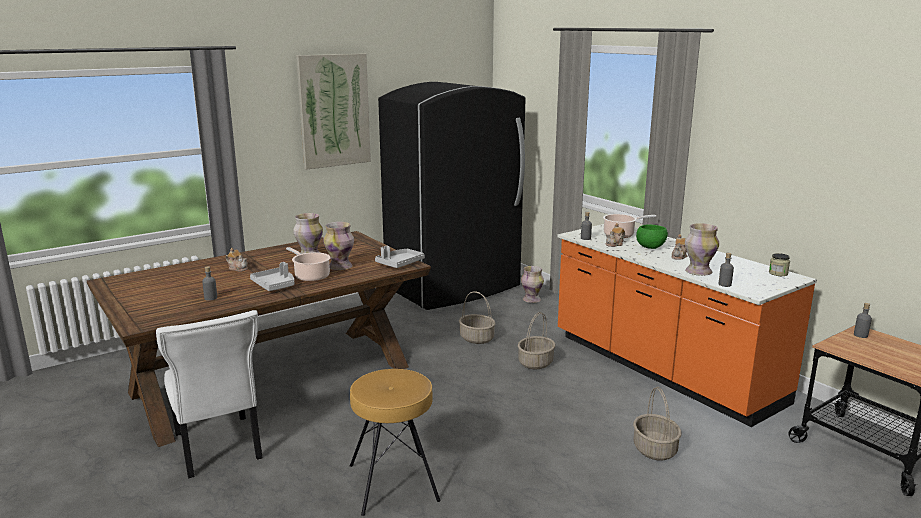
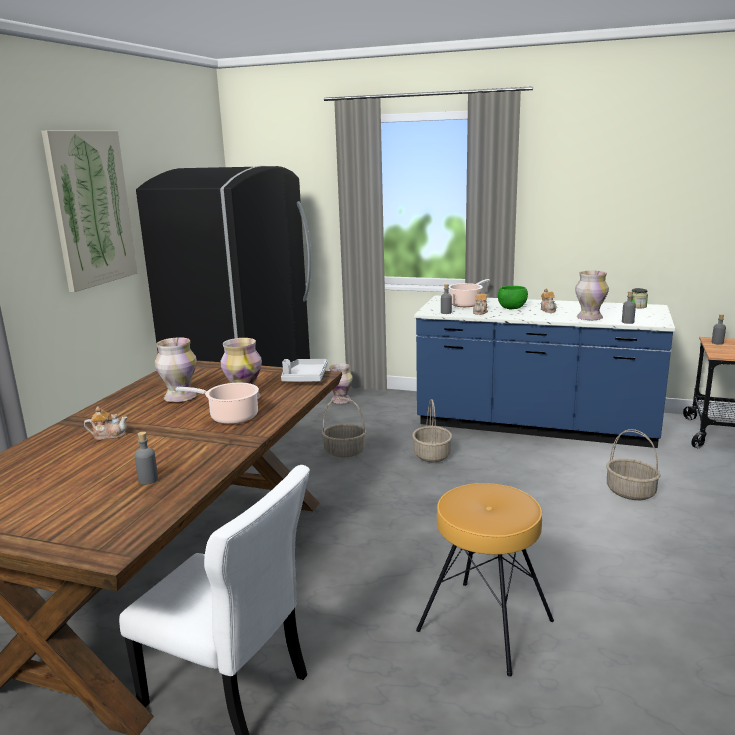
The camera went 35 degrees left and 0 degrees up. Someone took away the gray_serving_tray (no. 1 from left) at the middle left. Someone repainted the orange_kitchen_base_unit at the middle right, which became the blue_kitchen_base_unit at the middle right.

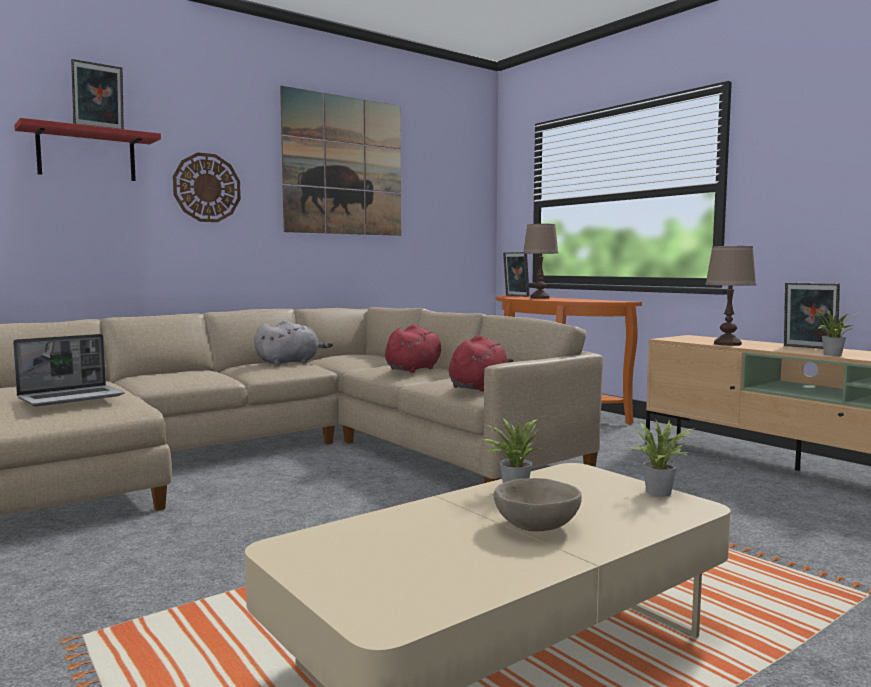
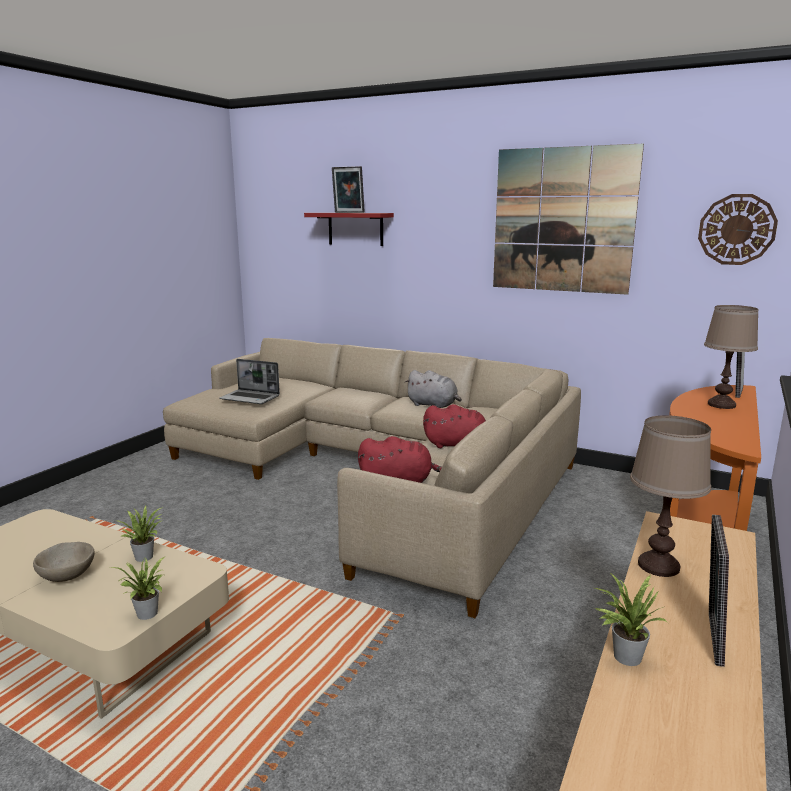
The camera went 65 degrees right and 10 degrees up. Someone carried the hanging_clock from the top left to the top right.

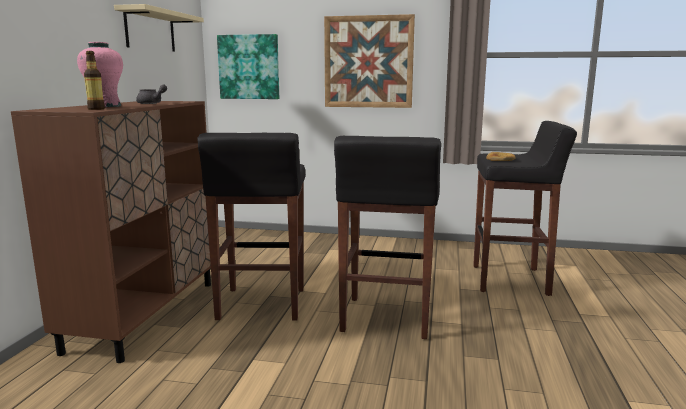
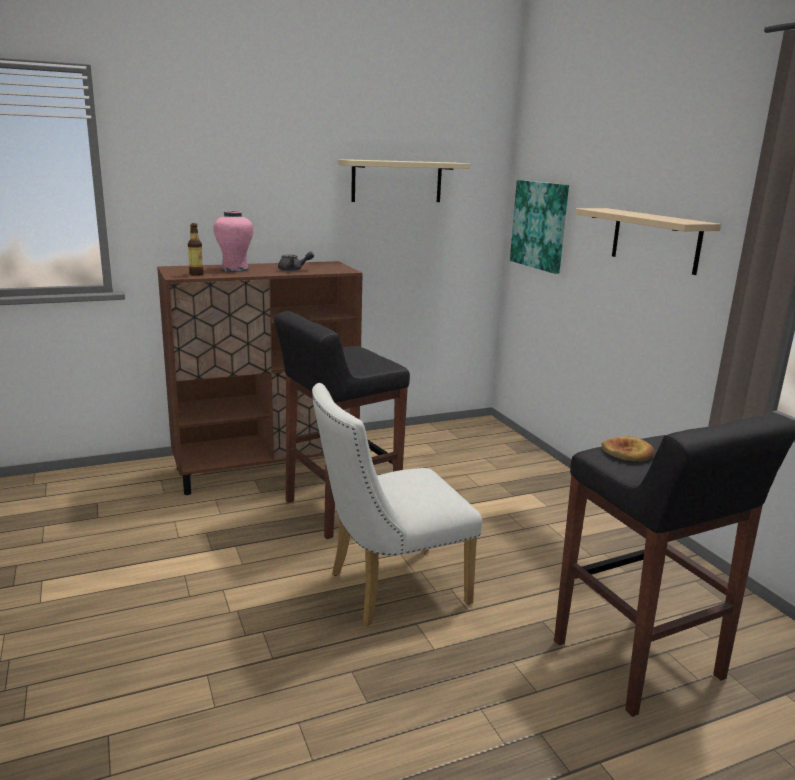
The camera went 55 degrees right and 5 degrees up. Someone swapped the wall_art (no. 2 from left) at the top centre for the sand-coloured_bracket_shelf (no. 2 from left) at the top right. Someone swapped the blackish_stool_seat (no. 2 from left) at the centre for the whitish_upright_chair at the centre.

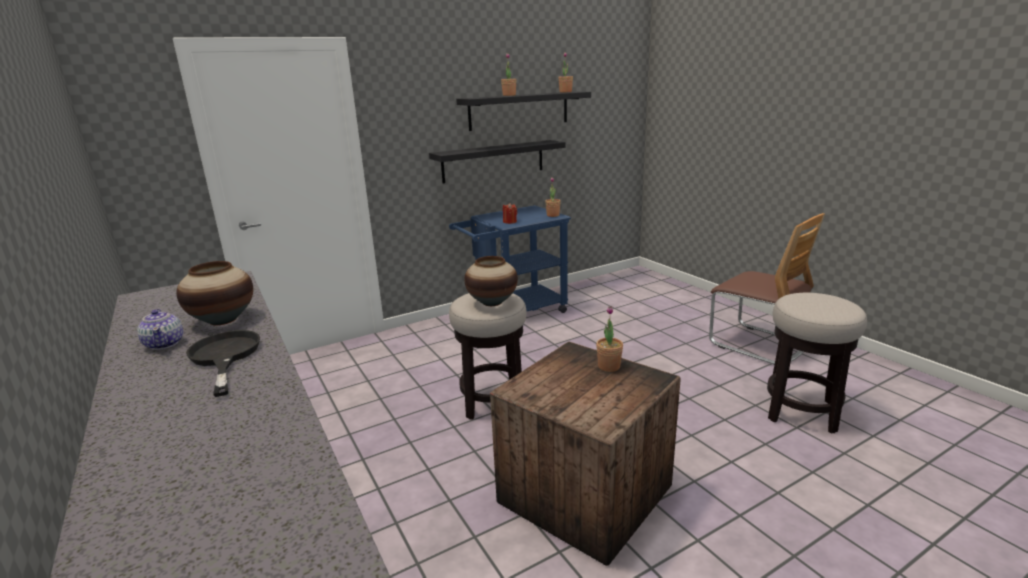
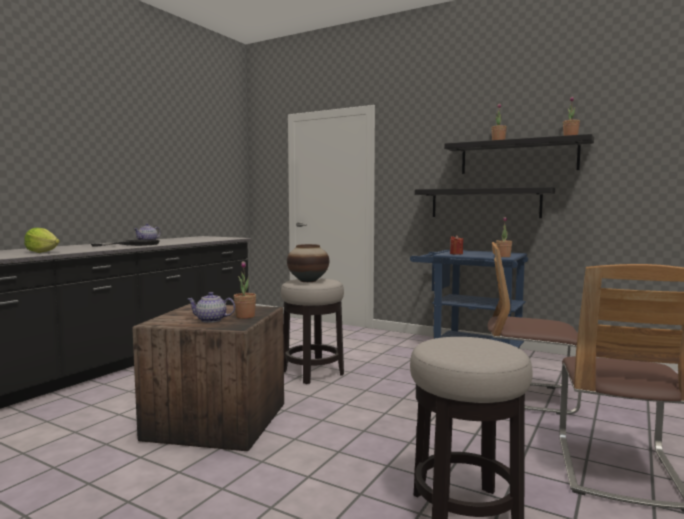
The camera went 60 degrees right and 15 degrees down. Someone took away the decorative_vase (no. 1 from left) at the middle left. Someone put down the head_of_lettuce at the middle left. Someone put down the tea_pot (no. 2 from left) at the middle left. Someone put down the upright_chair (no. 1 from left) at the middle right.

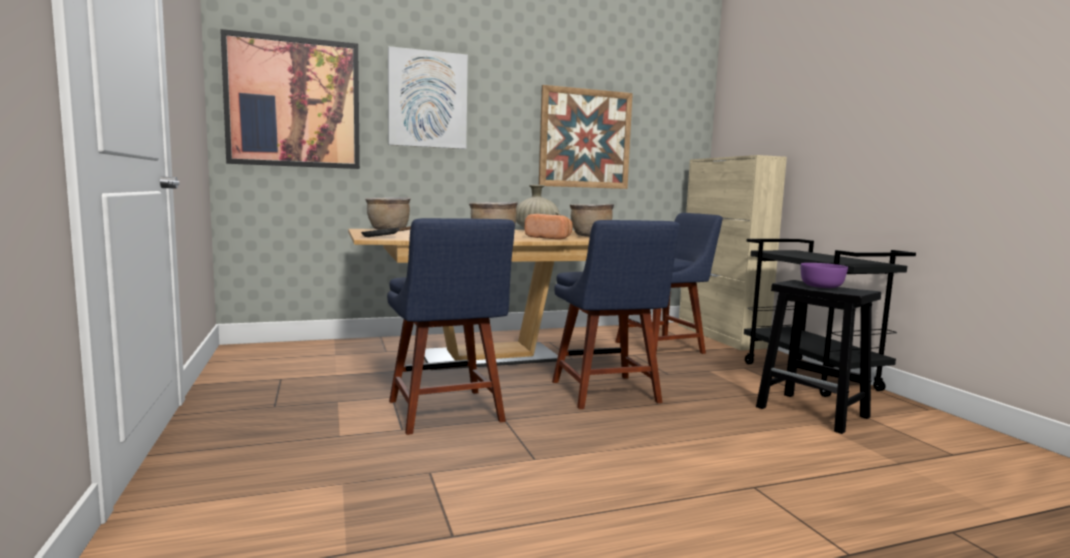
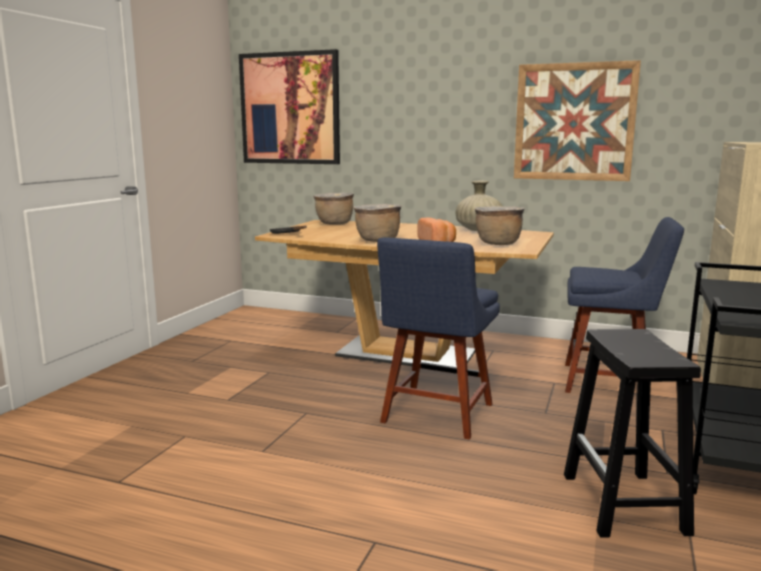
The camera went 40 degrees right and 5 degrees up. Someone took away the blue_upright_chair (no. 1 from left) at the centre. Someone took away the wall_art (no. 2 from left) at the top centre. Someone took away the purple-coloured_deep_dish at the middle right.

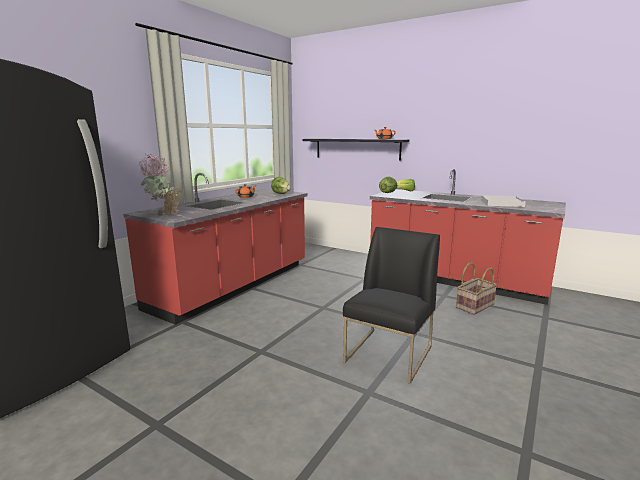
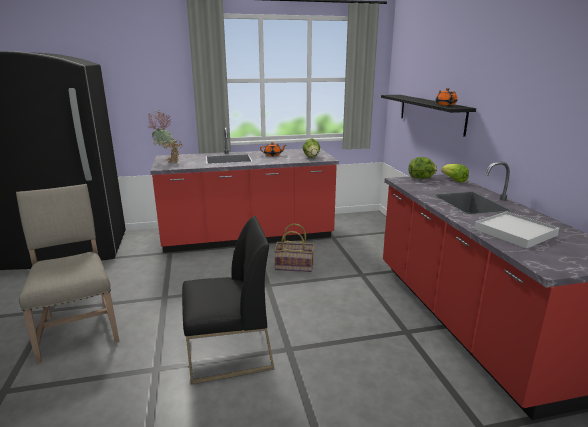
The camera went 45 degrees right and 5 degrees up. Someone put down the sand-coloured_upright_chair at the middle left. Someone carried the household_basket from the middle right to the centre.

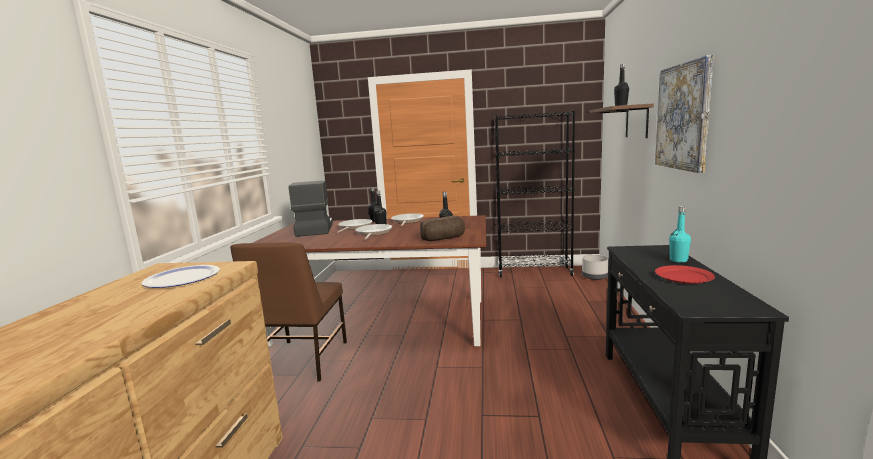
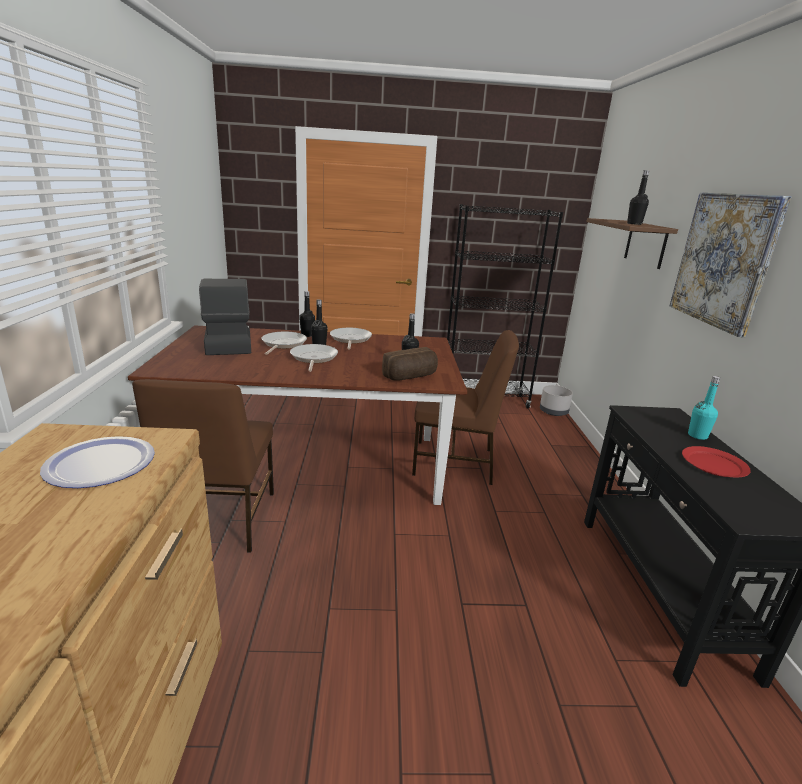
The camera went 10 degrees left and 10 degrees up. Someone put down the brown_upright_chair (no. 2 from left) at the centre.

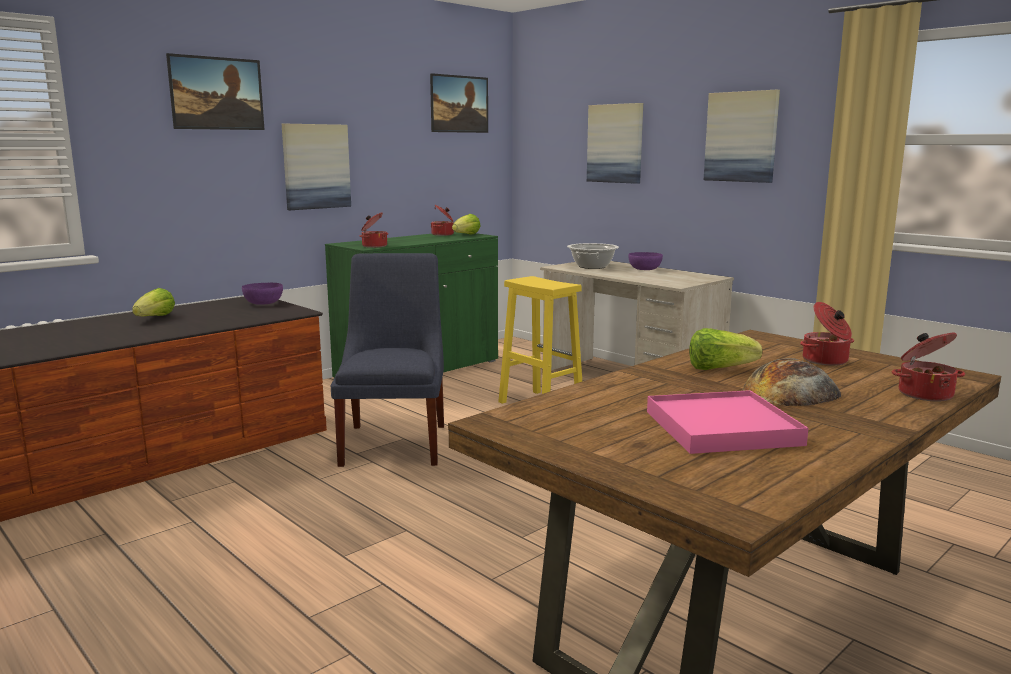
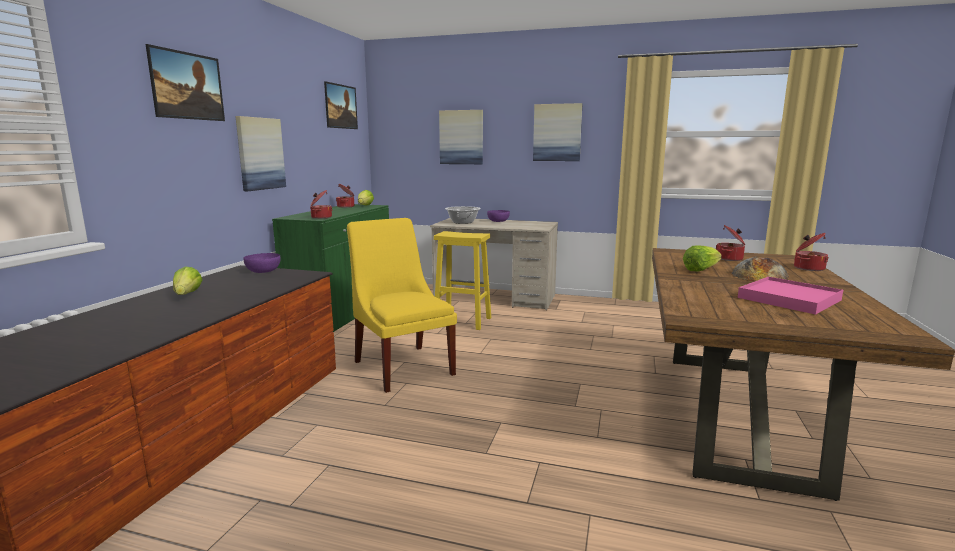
The camera went 30 degrees left and 0 degrees up. Someone repainted the blue_upright_chair at the centre, which became the yellow_upright_chair at the centre.

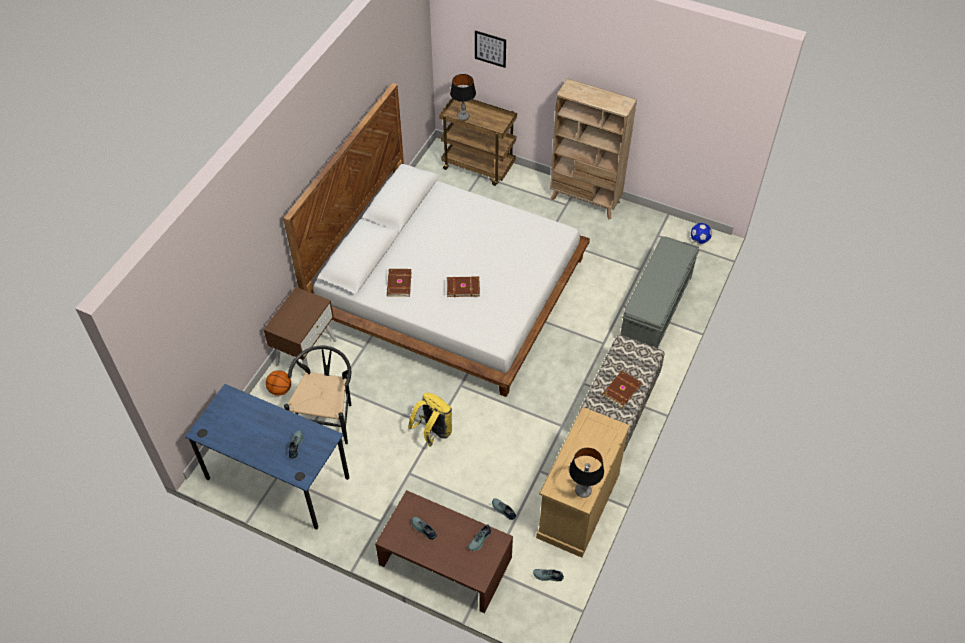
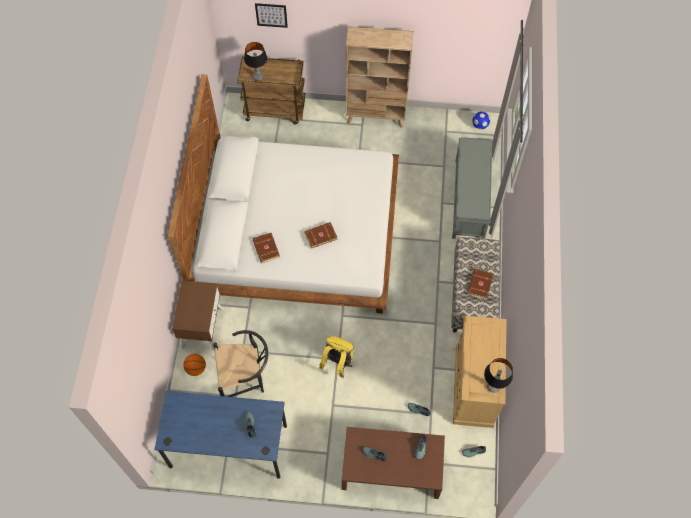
The camera went 20 degrees left and 10 degrees up. Someone rotated the blackish_upright_chair at the middle left by 90 degrees clockwise.

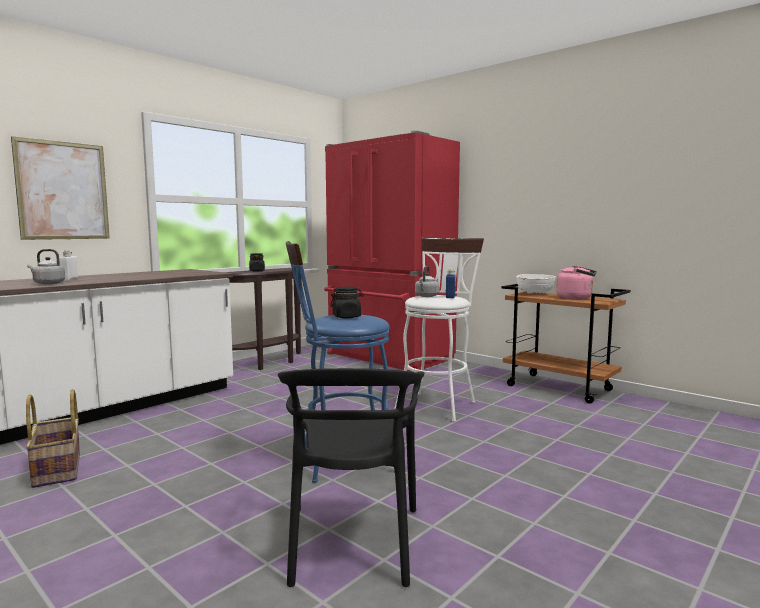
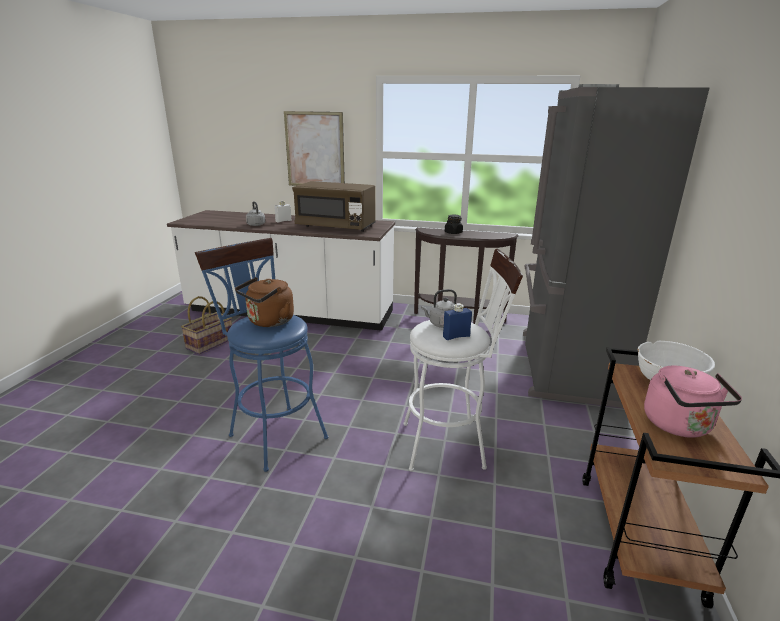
The camera went 60 degrees right and 15 degrees up. Someone took away the blackish_upright_chair at the bottom centre. Someone put down the brown_microwave at the top centre. Someone swapped the blackish_jar (no. 2 from left) at the centre for the brown_tea_kettle at the centre. Someone repainted the red_kitchen_fridge at the centre, which became the gray_kitchen_fridge at the middle right.

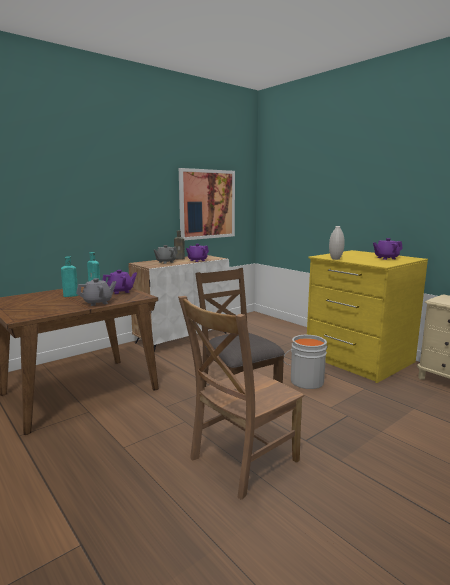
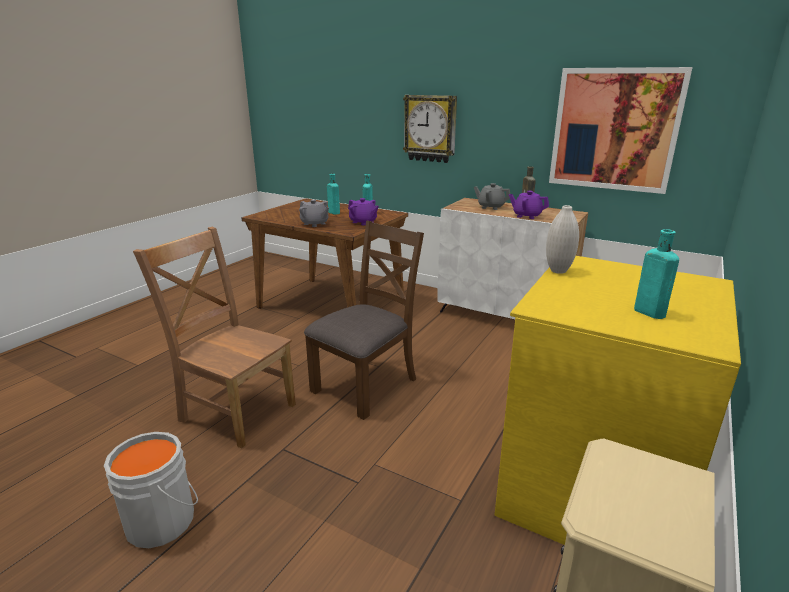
The camera went 70 degrees right and 10 degrees up. Someone put up the hanging_clock at the top centre. Someone carried the gray_water_bucket from the middle right to the bottom left. Someone swapped the purple-coloured_tea_pot (no. 3 from left) at the middle right for the turquoise-coloured_bottle (no. 3 from left) at the middle right.

